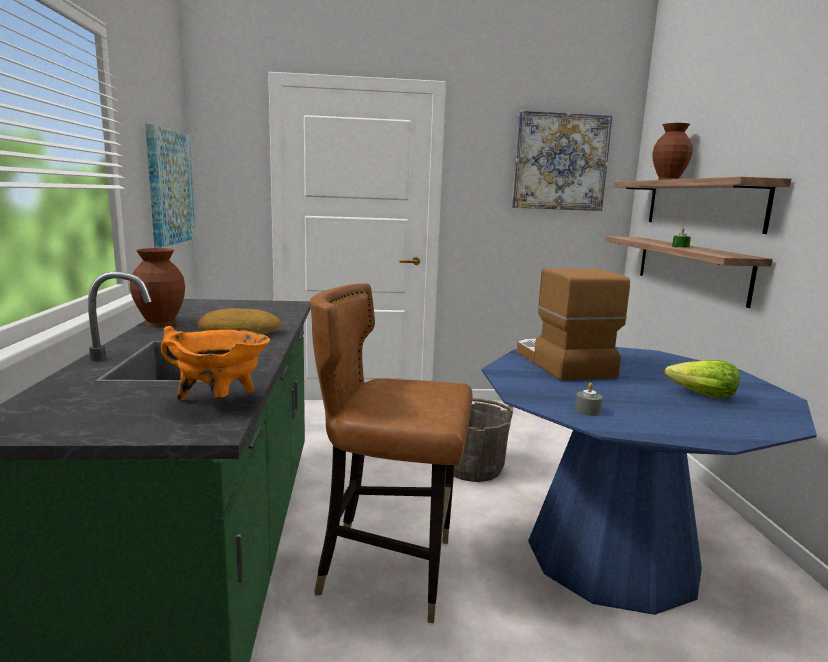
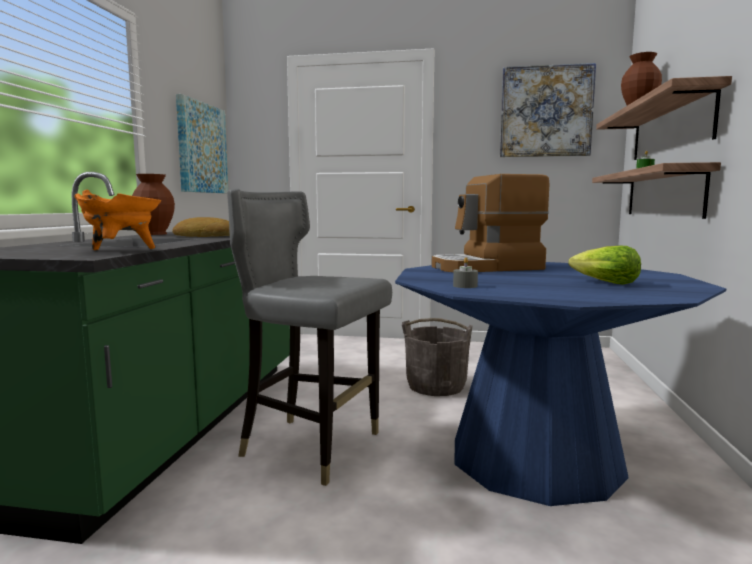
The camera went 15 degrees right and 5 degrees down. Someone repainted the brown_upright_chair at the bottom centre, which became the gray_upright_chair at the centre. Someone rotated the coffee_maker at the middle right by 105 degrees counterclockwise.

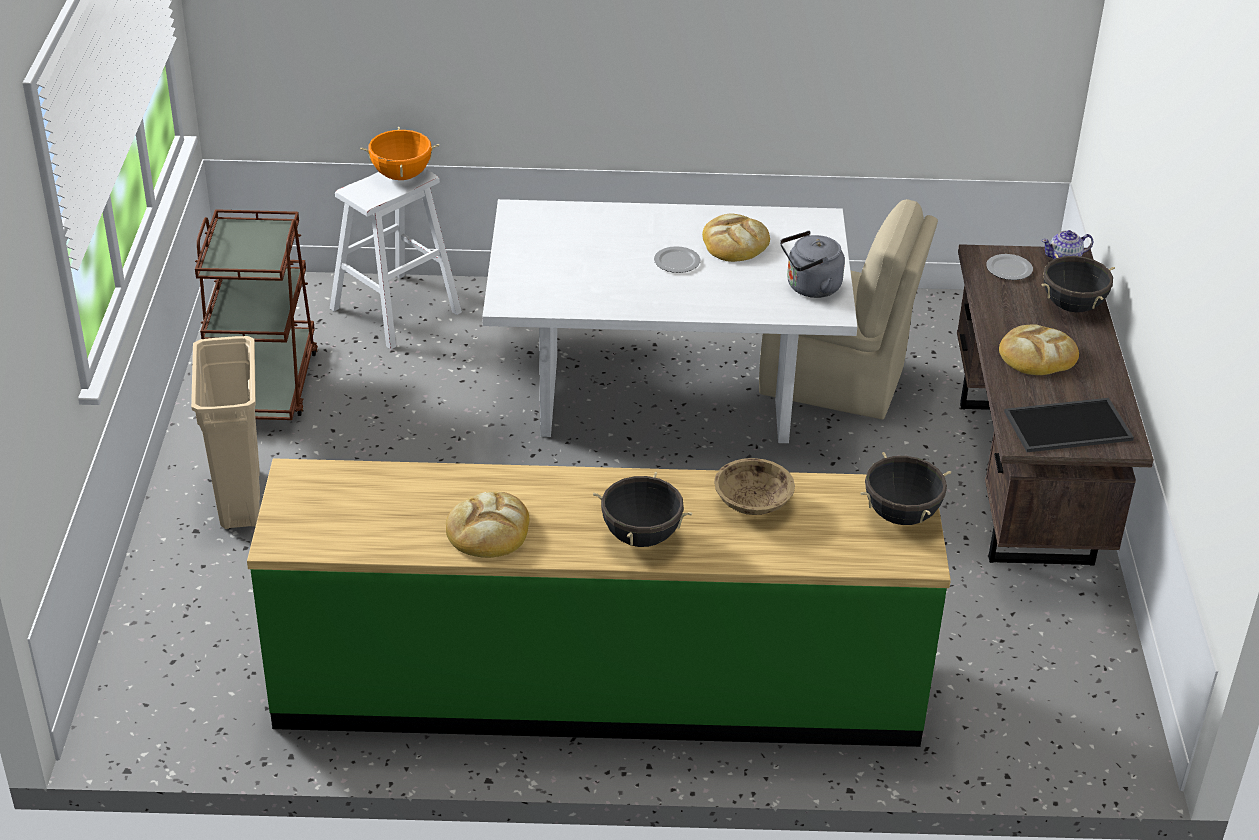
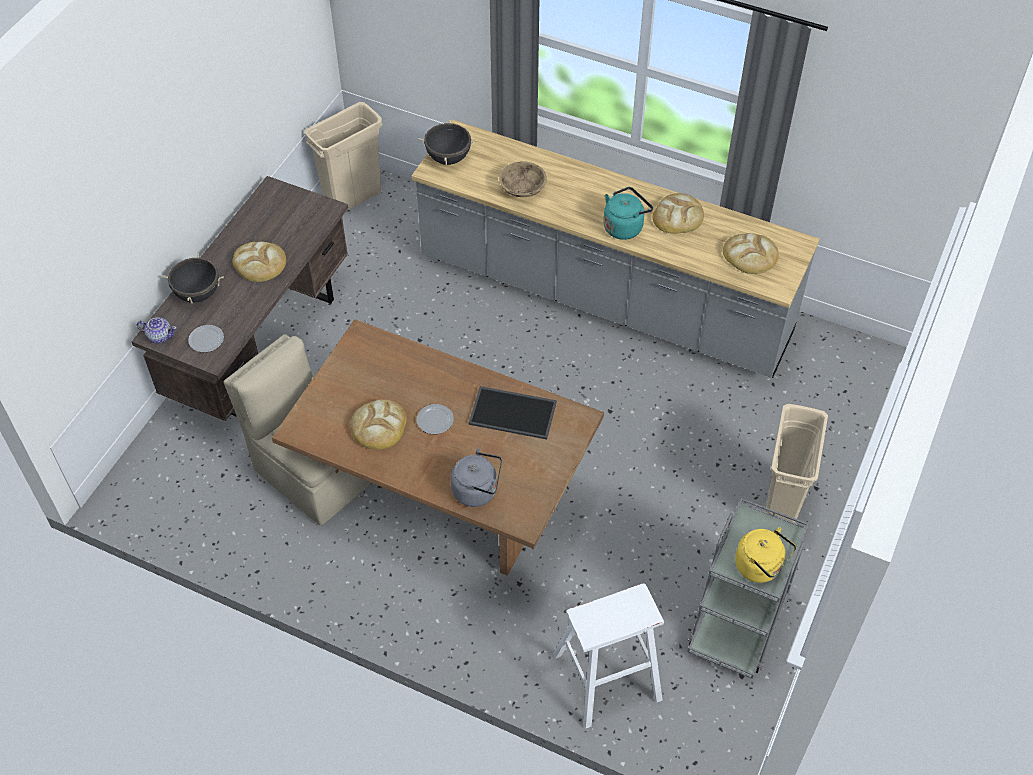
The camera went 155 degrees left and 15 degrees up. Someone took away the orange_stockpot at the top left. Someone took away the blackish_stockpot (no. 1 from left) at the centre. Someone put down the sand-coloured_trash_can (no. 1 from left) at the top left. Someone put down the turquoise-coloured_tea_kettle at the top centre. Someone put down the bakery_bread (no. 4 from left) at the top right. Someone put down the yellow_tea_kettle at the bottom right. Someone carried the gray_tea_kettle from the top centre to the centre. Someone carried the serving_tray from the middle right to the centre. Someone repainted the brown_trolley at the middle left, which became the gray_trolley at the bottom right. Someone repainted the green-coloured_kitchen_base_unit at the bottom centre, which became the gray_kitchen_base_unit at the top centre. Someone repainted the whitish_dining_table at the centre, which became the brown_dining_table at the centre.

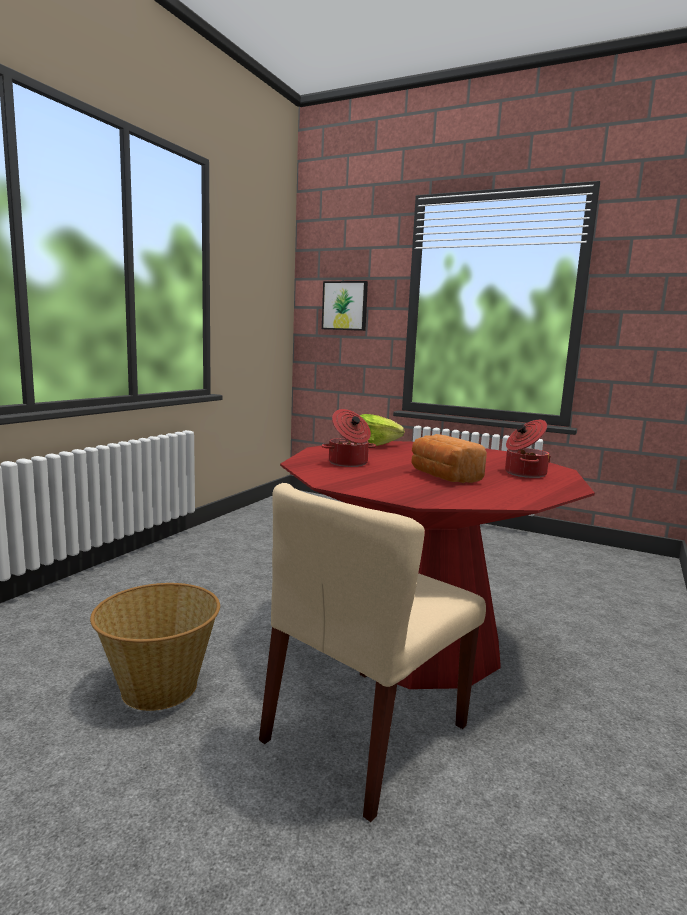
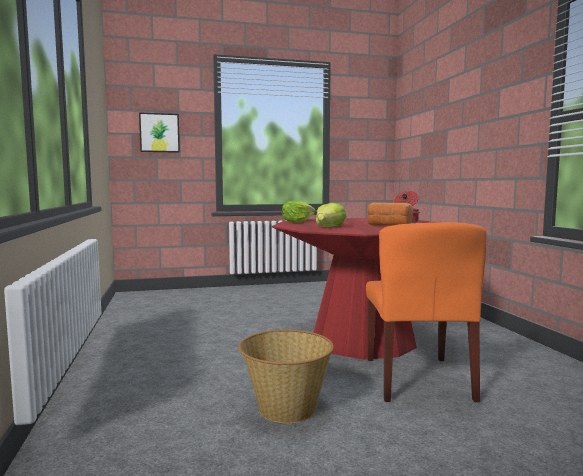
The camera went 40 degrees left and 5 degrees down. Someone swapped the stockpot (no. 1 from left) at the centre for the head_of_lettuce (no. 2 from left) at the centre. Someone repainted the sand-coloured_upright_chair at the bottom centre, which became the orange_upright_chair at the middle right.

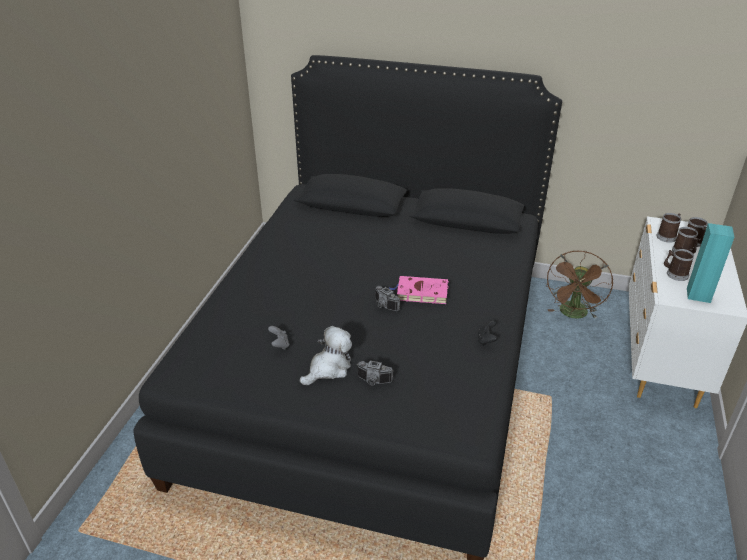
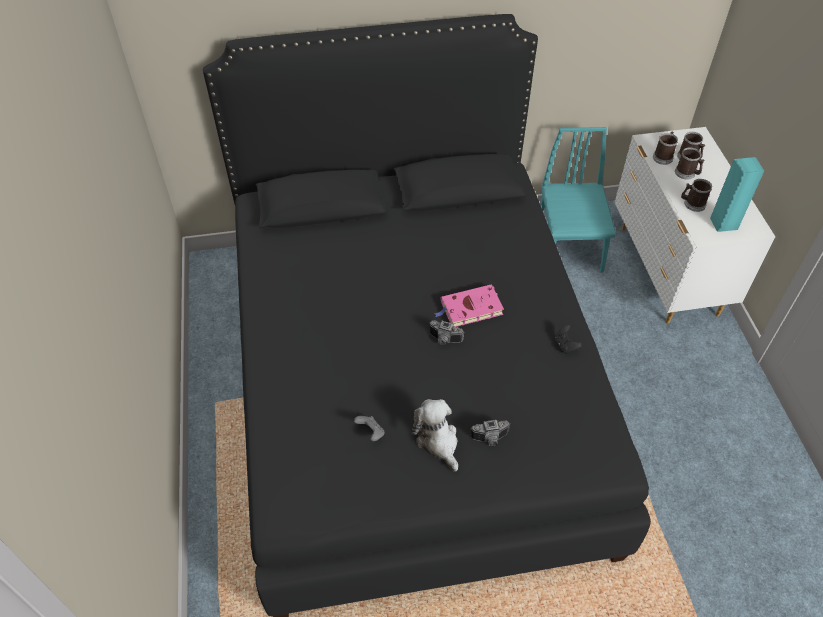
The camera went 25 degrees left and 15 degrees up. Someone swapped the brown_electric_fan at the middle right for the turquoise-coloured_upright_chair at the top right. Someone rotated the plush_toy at the centre by 45 degrees counterclockwise.

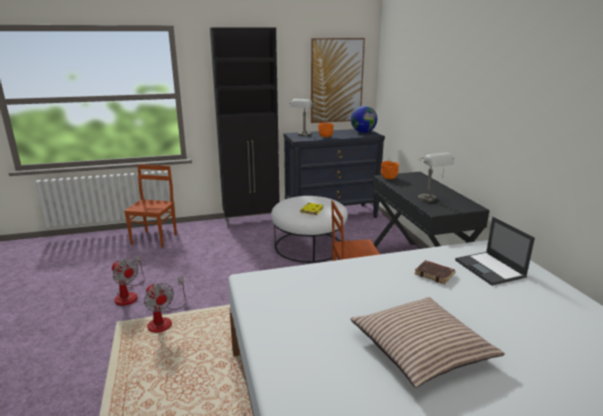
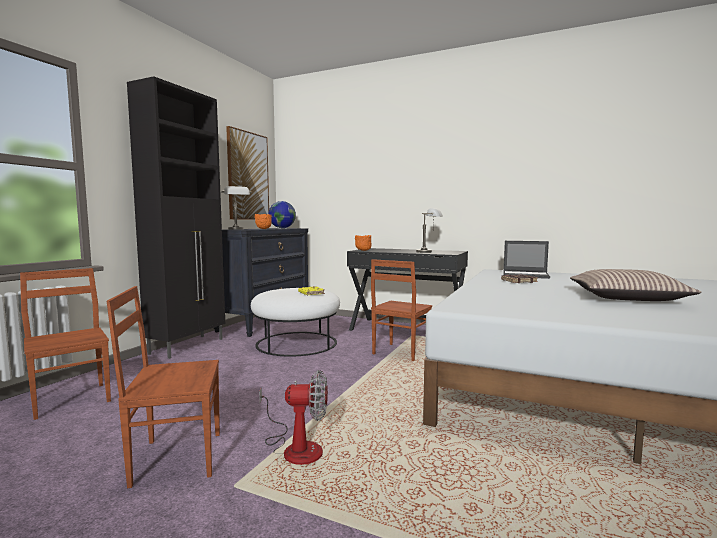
The camera went 50 degrees left and 15 degrees down. Someone swapped the electric_fan (no. 1 from left) at the bottom left for the brown_upright_chair (no. 2 from left) at the bottom left.

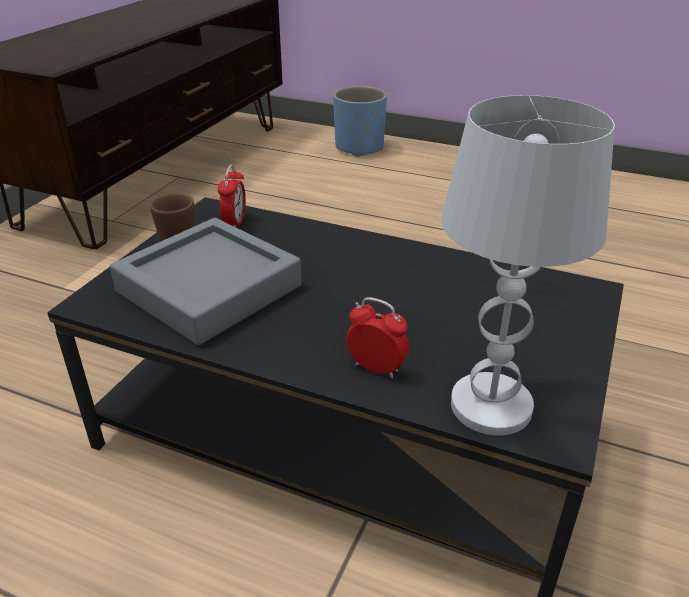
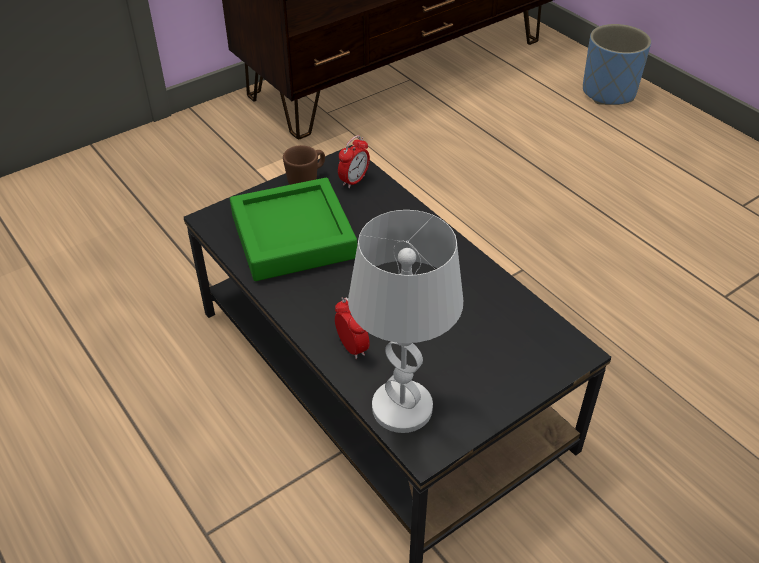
The camera went 30 degrees right and 10 degrees up. Someone repainted the gray_serving_tray at the middle left, which became the green-coloured_serving_tray at the centre.

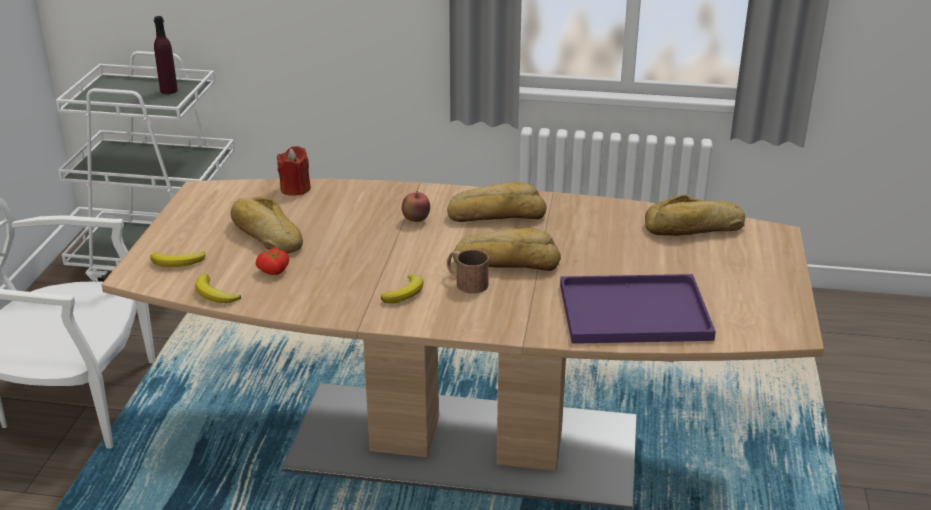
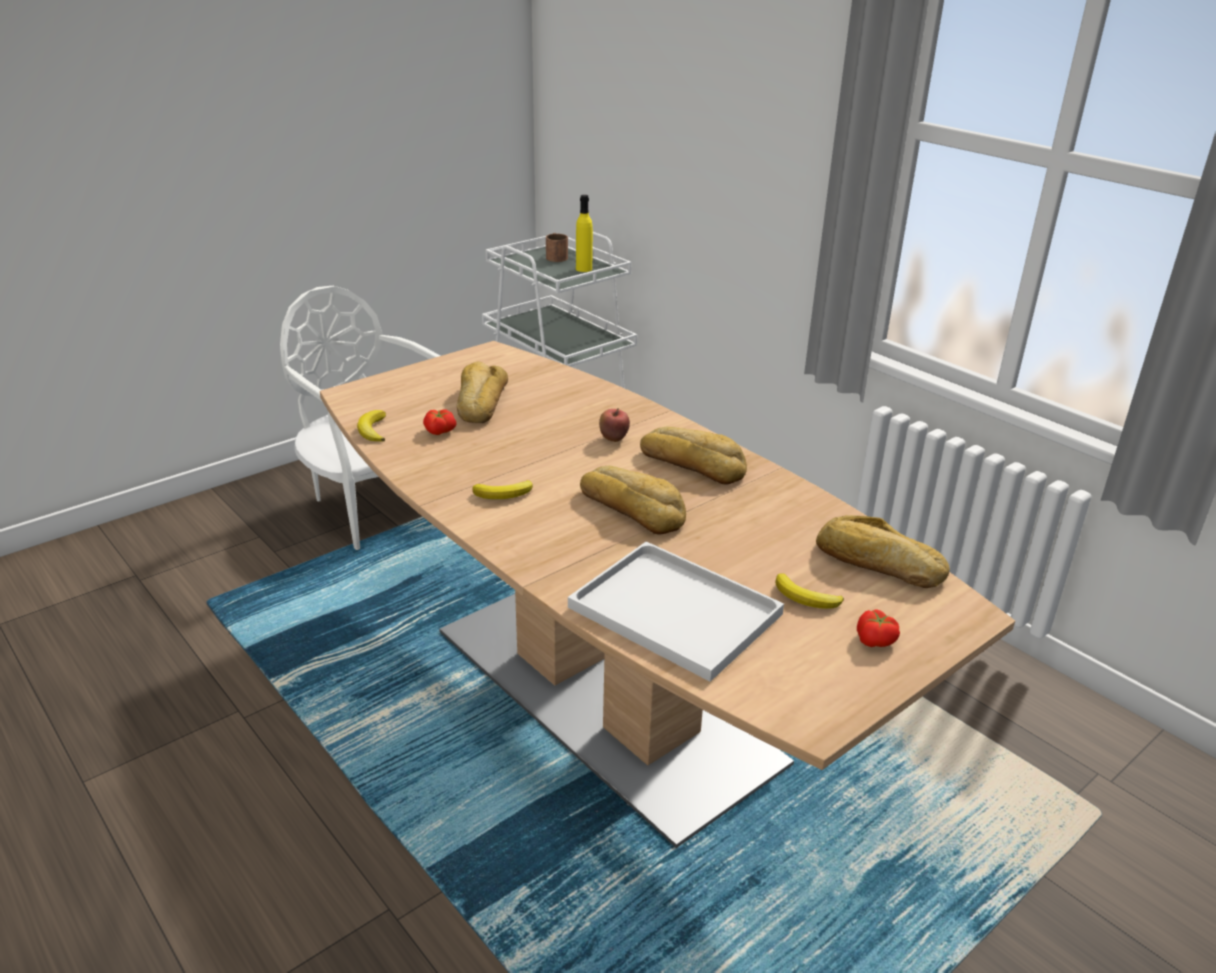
The camera went 40 degrees right and 0 degrees up. Someone took away the red_wax_light at the middle left. Someone put down the whole_tomato (no. 2 from left) at the middle right. Someone carried the banana (no. 1 from left in the first image) from the middle left to the centre. Someone carried the brown_mug from the centre to the top centre. Someone repainted the purple-coloured_bottle at the top left, which became the yellow_bottle at the top centre. Someone repainted the purple-coloured_serving_tray at the middle right, which became the whitish_serving_tray at the centre.

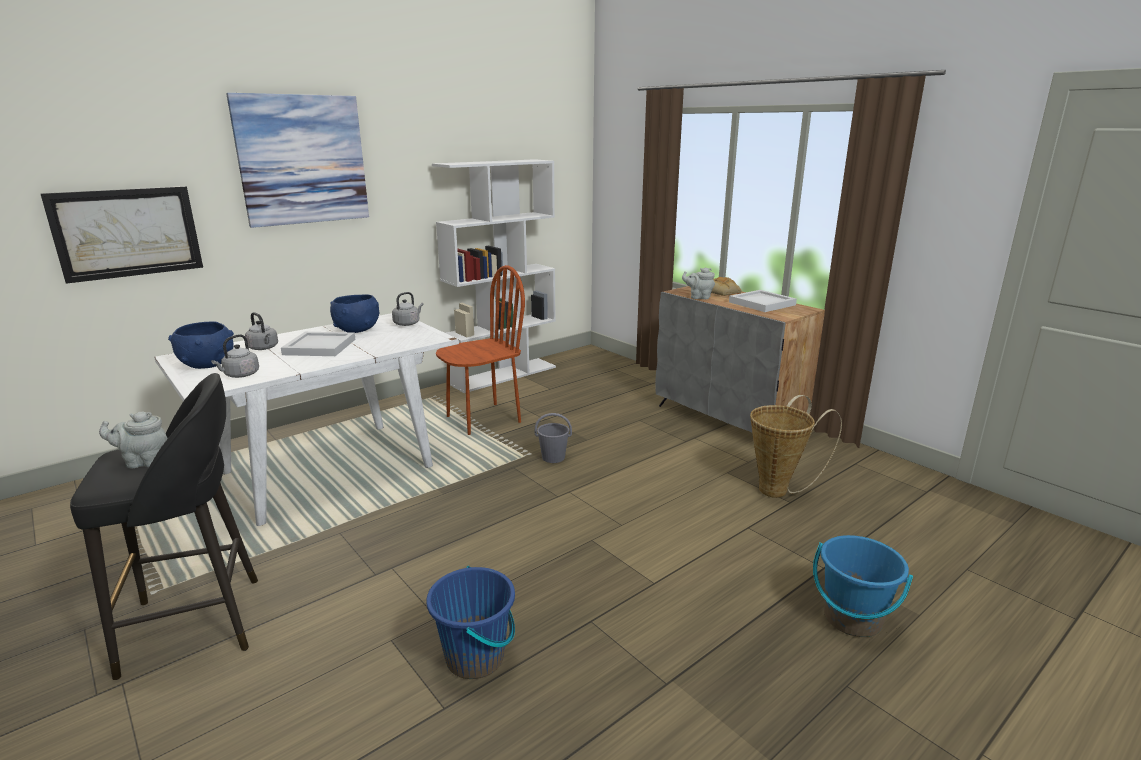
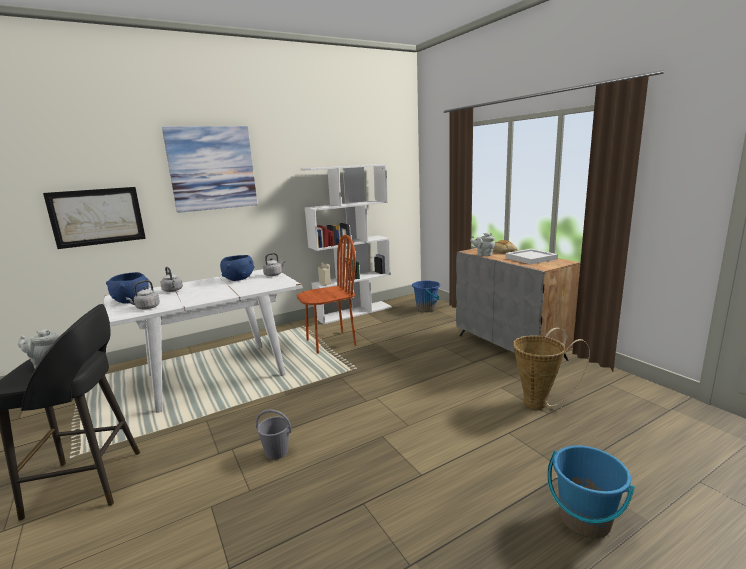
The camera went 10 degrees right and 5 degrees down. Someone took away the whitish_serving_tray (no. 1 from left) at the middle left. Someone carried the blue_water_bucket (no. 1 from left) from the bottom centre to the centre. Someone carried the gray_water_bucket from the centre to the bottom centre.

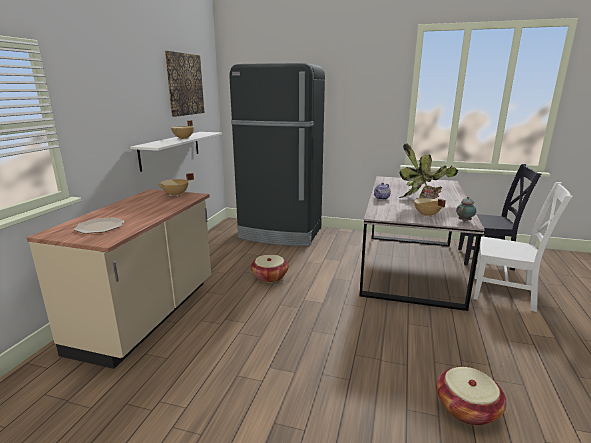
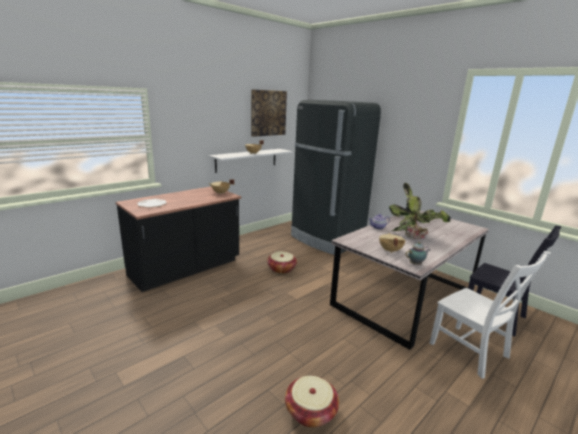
The camera went 30 degrees right and 0 degrees up. Someone repainted the sand-coloured_kitchen_base_unit at the middle left, which became the blackish_kitchen_base_unit at the middle left.

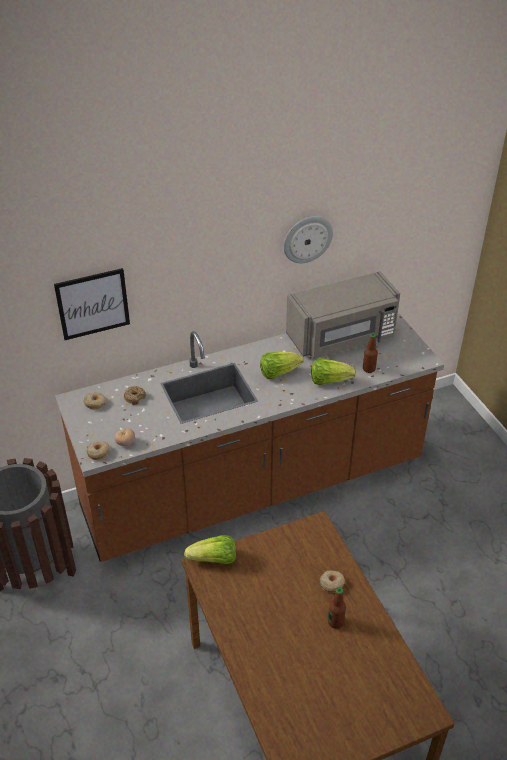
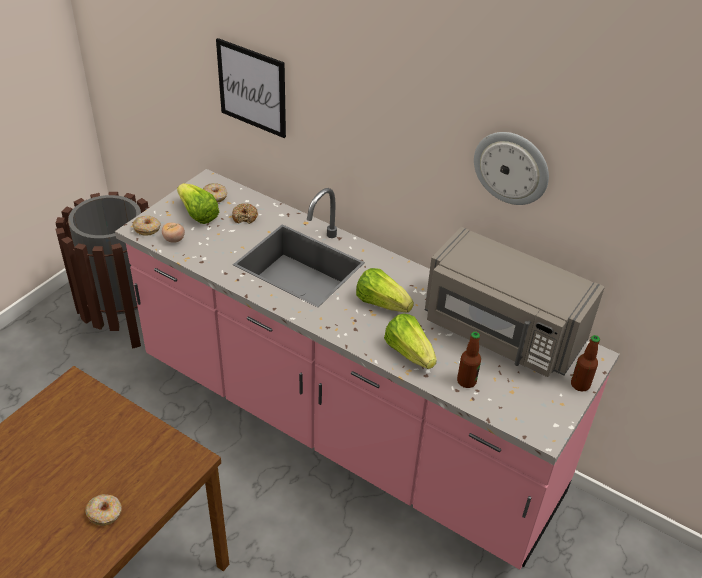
The camera went 55 degrees right and 0 degrees up. Someone carried the head_of_lettuce (no. 1 from left) from the bottom centre to the middle left. Someone carried the bottle (no. 1 from left in the first image) from the bottom centre to the middle right. Someone repainted the brown_kitchen_base_unit at the centre, which became the pink_kitchen_base_unit at the centre.

